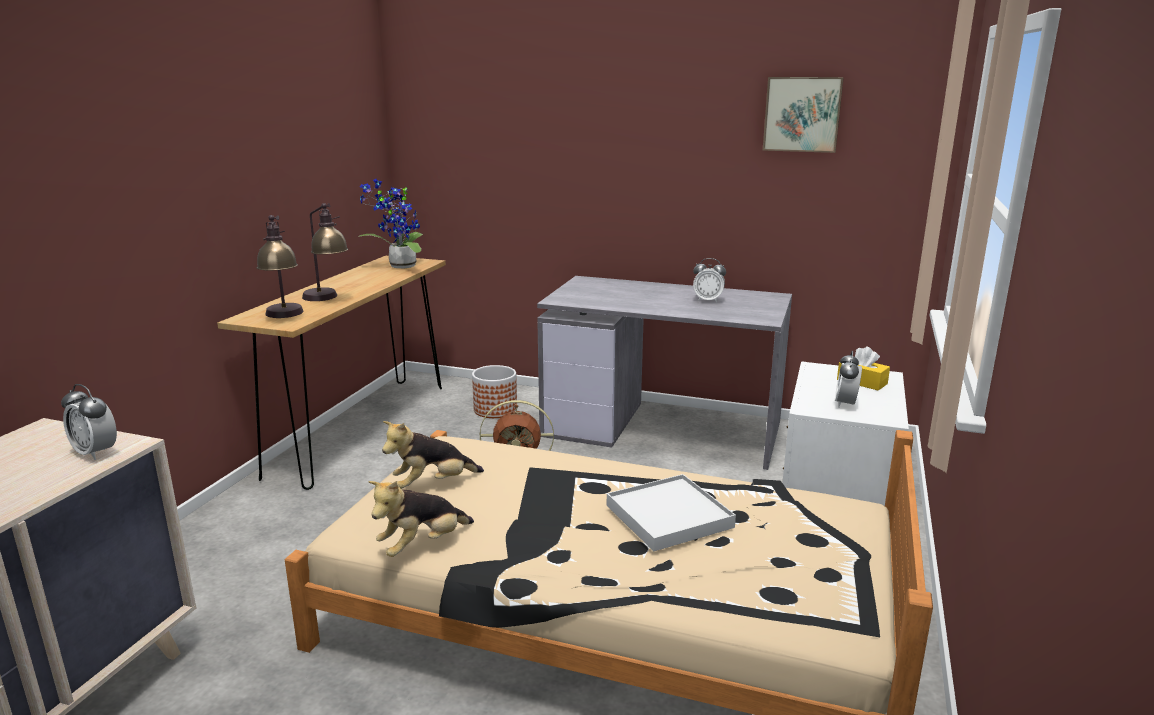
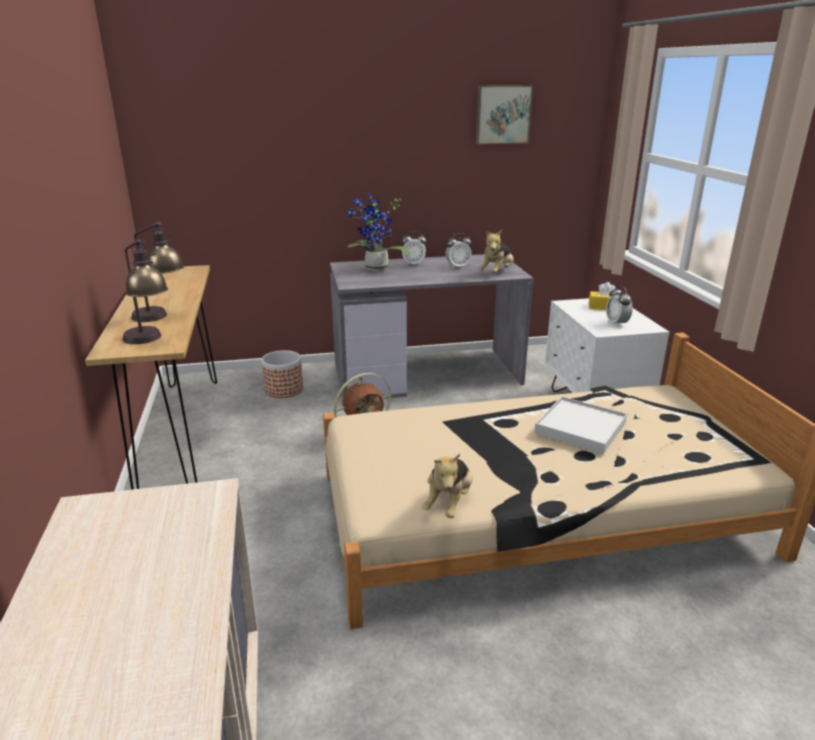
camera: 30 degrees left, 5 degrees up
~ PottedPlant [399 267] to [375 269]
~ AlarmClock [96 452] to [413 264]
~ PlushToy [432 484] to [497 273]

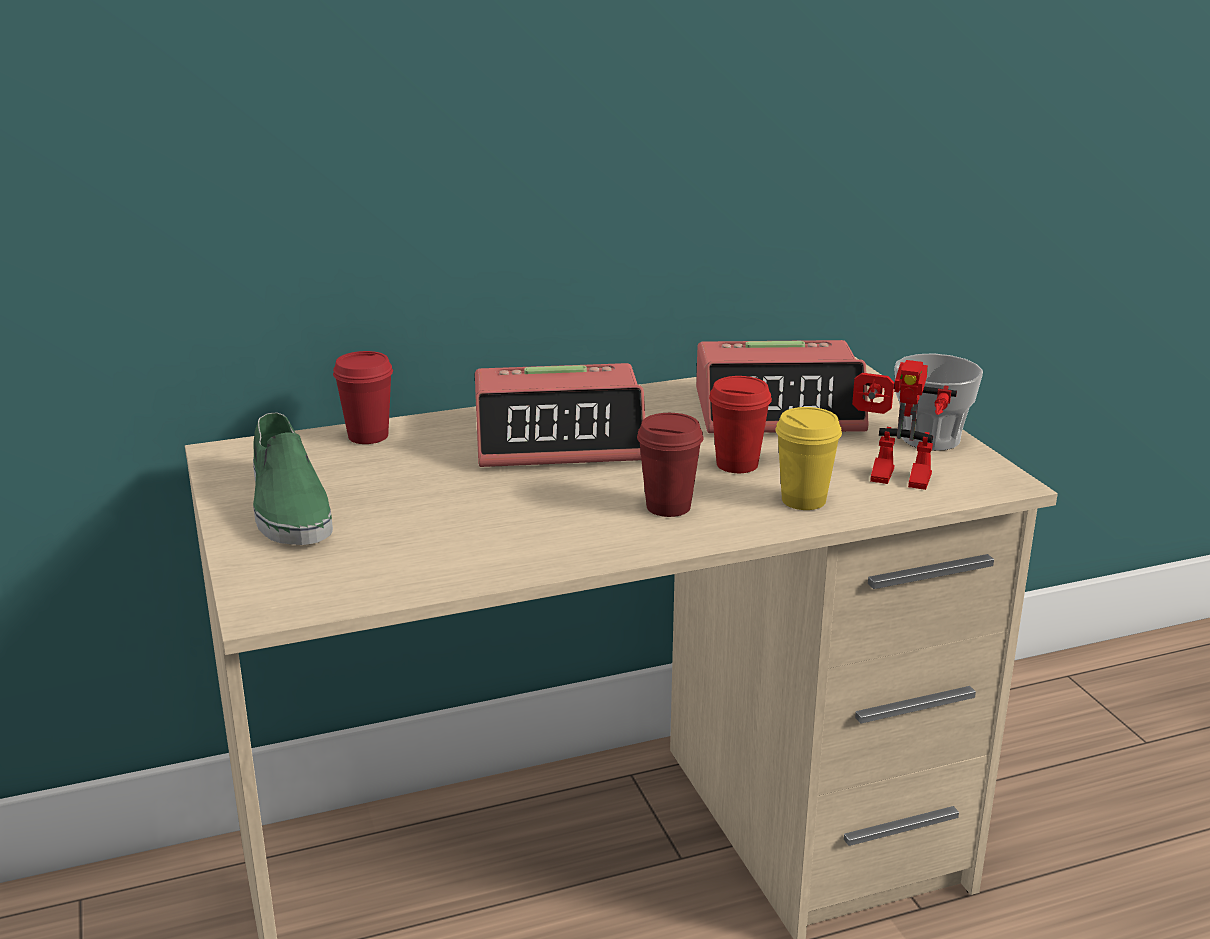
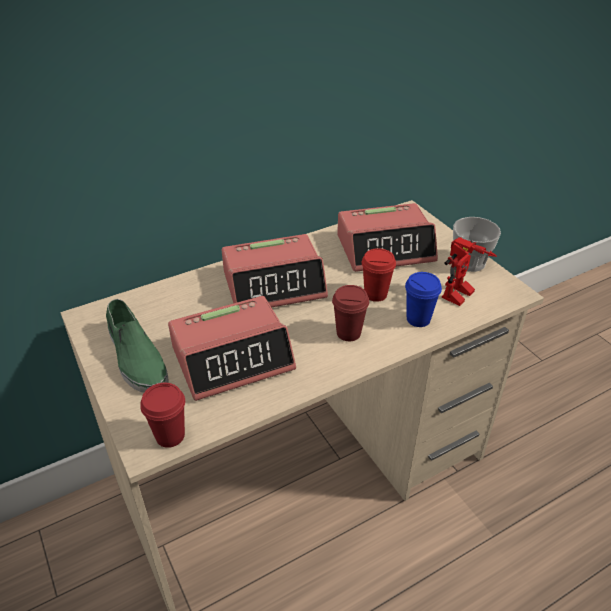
camera: 10 degrees left, 15 degrees up
~ RedCup [368 436] to [170 436]
+ AlarmClock [233 357]
~ YellowCup [803 500] to BlueCup [418 319]
~ ToyRobot [894 480] = [460 297] 60 degrees counterclockwise

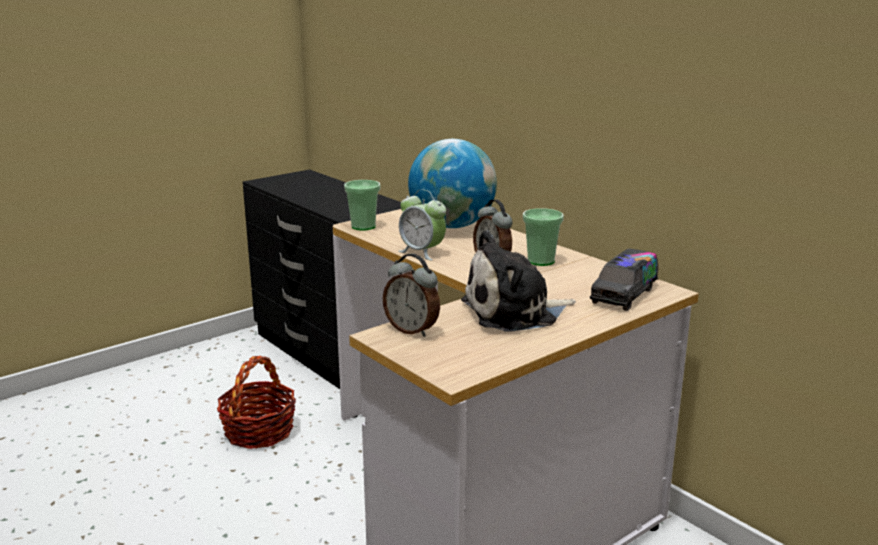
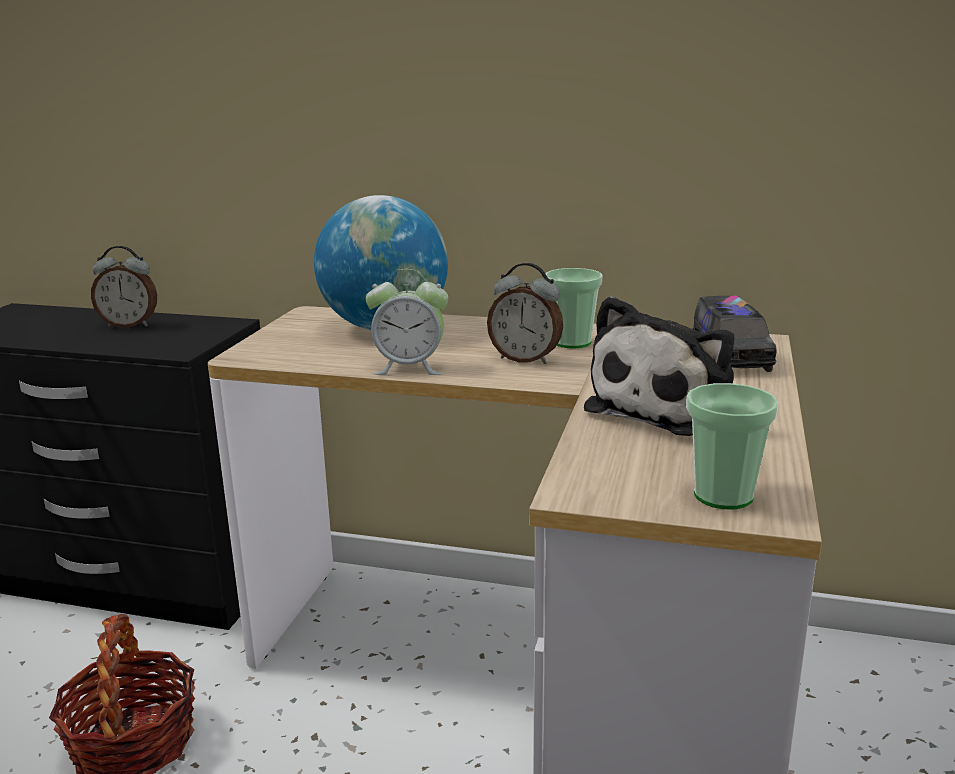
camera: 35 degrees left, 0 degrees up
~ AlarmClock [412 330] to [129 325]
~ Cup [363 226] to [723 495]

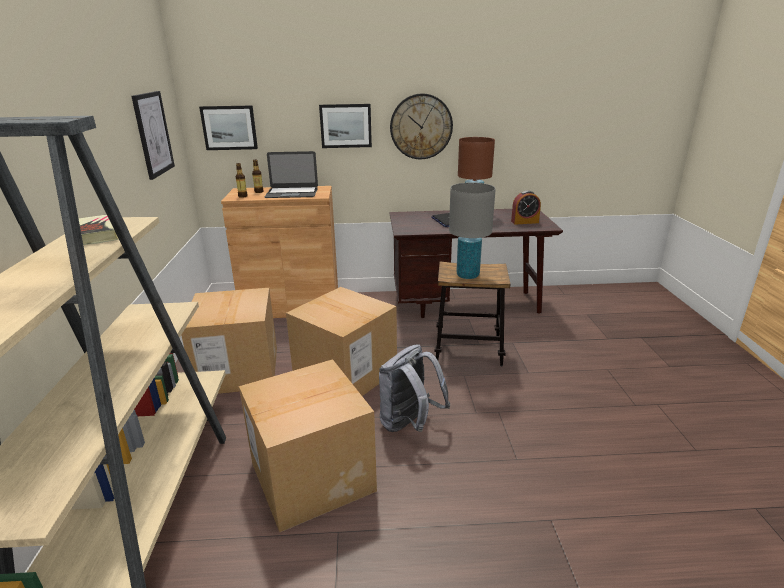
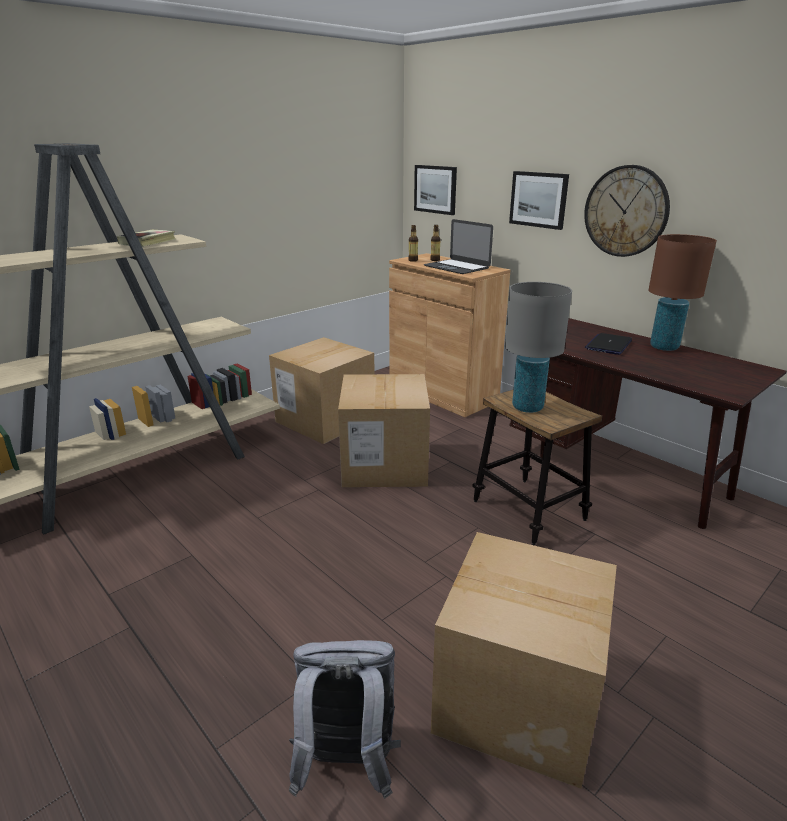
camera: 50 degrees right, 0 degrees up
~ GreyBackpack [409 424] to [346 764]
~ CardboardBox [312 476] to [517 698]
- Picture [153 134]
- AlarmClock [524 222]

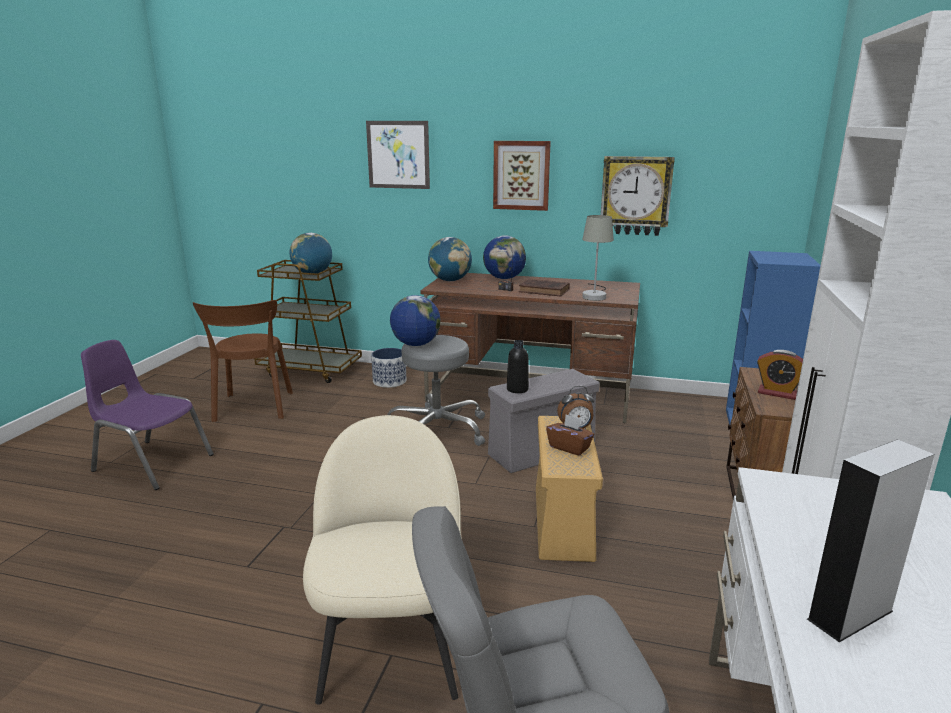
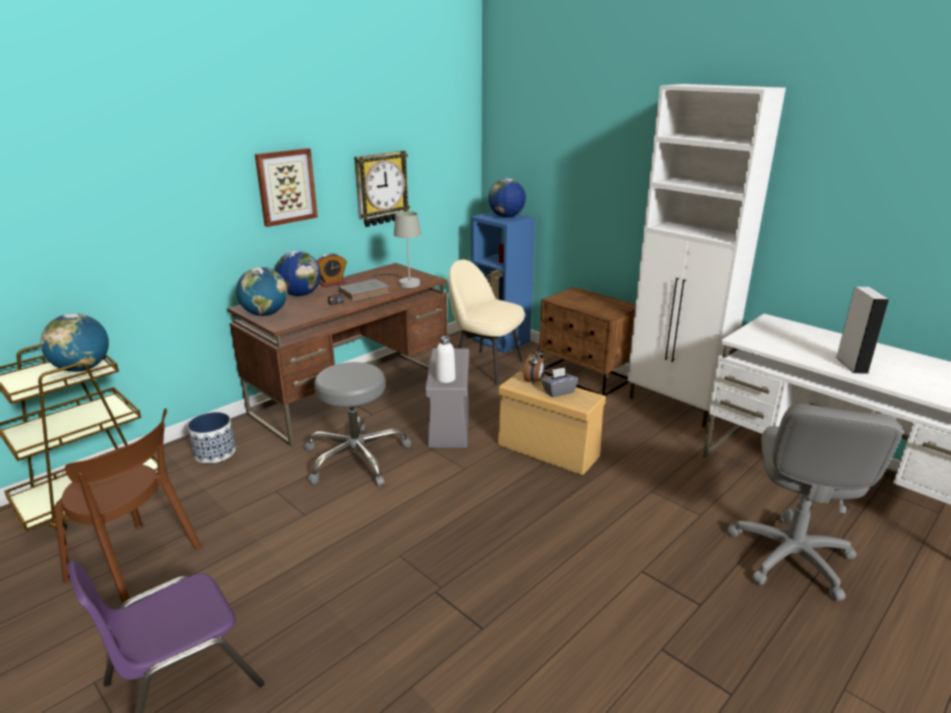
camera: 60 degrees left, 5 degrees up
~ AlarmClock [777 393] to [332 283]
~ BrownBook [545 291] to GreyBook [365 292]
~ BlackBottle [517 389] to WhiteBottle [445 379]
~ BeigeChair [392 652] to [486 366]
~ Globe [416 344] to [506 217]
~ BrownTissueBox [569 447] to GreyTissueBox [558 391]
- Picture [398 154]

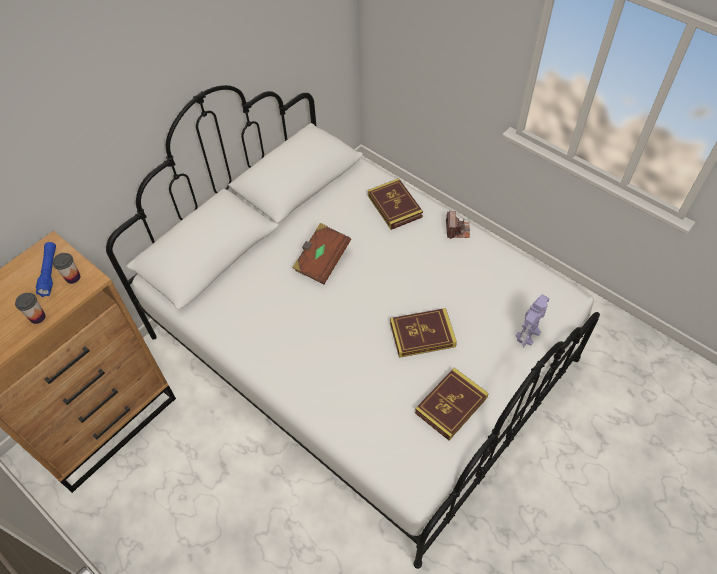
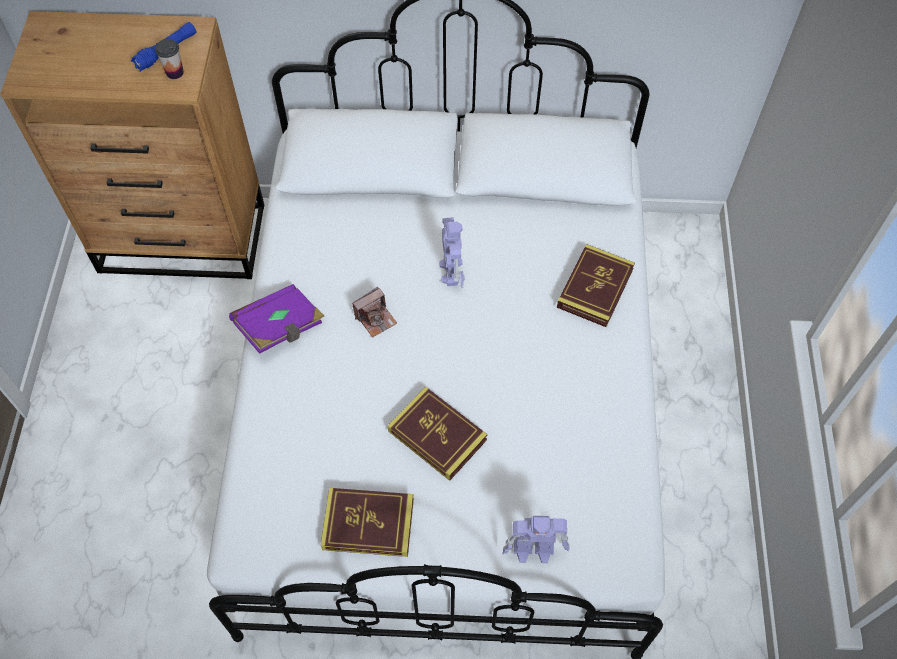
camera: 50 degrees right, 5 degrees up
+ PurpleBook [280 327]
~ PhotoCamera [457 230] to [375 318]
~ BrownBook [321 260] to ToyRobot [451 270]
- Cup [37 317]

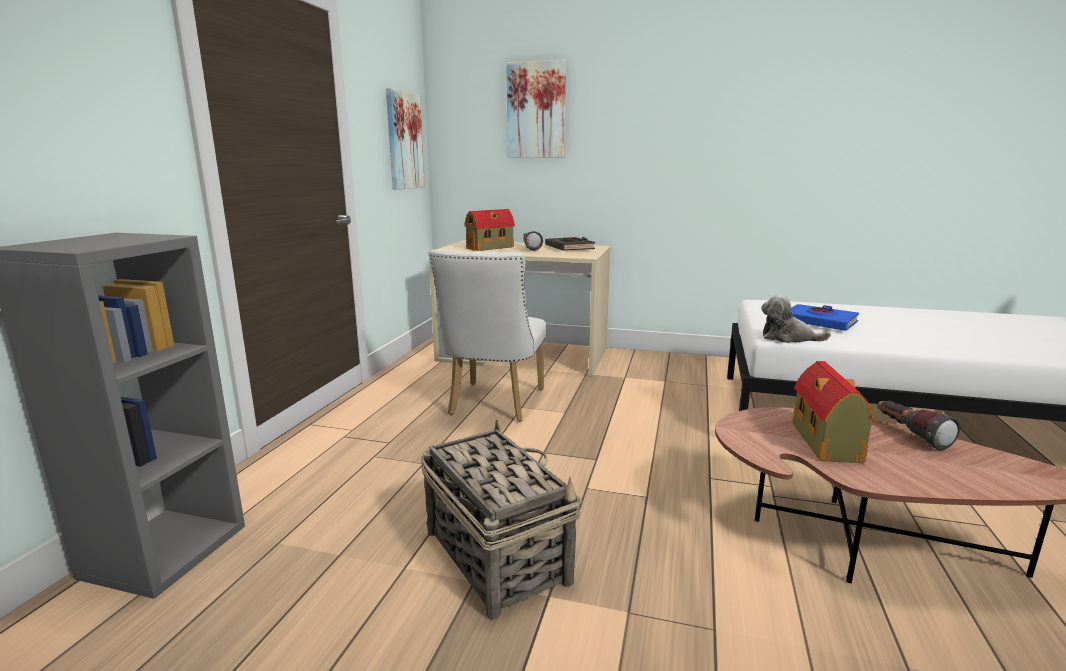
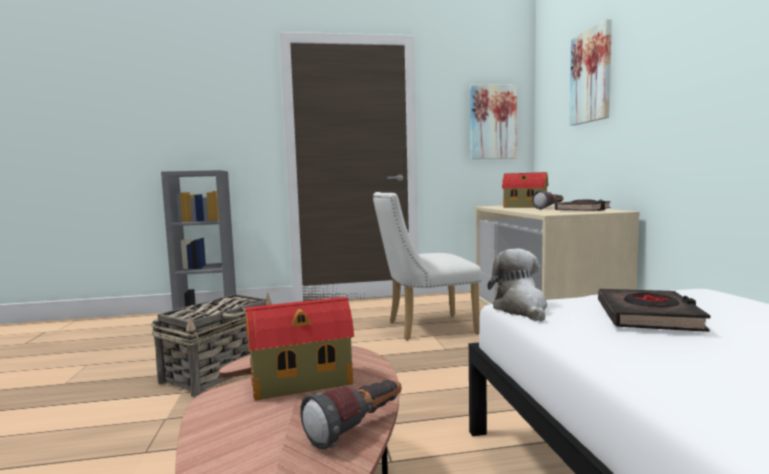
camera: 65 degrees right, 10 degrees down
~ BlueBook [819 322] to BlackBook [648 317]

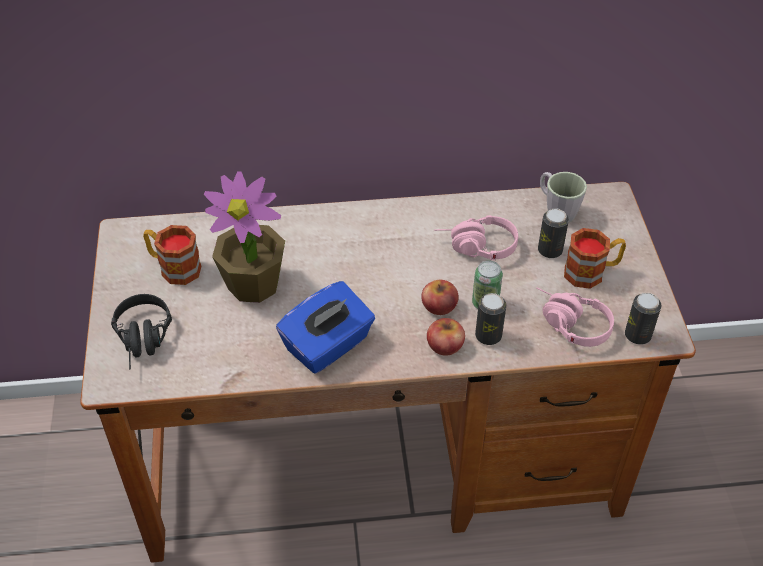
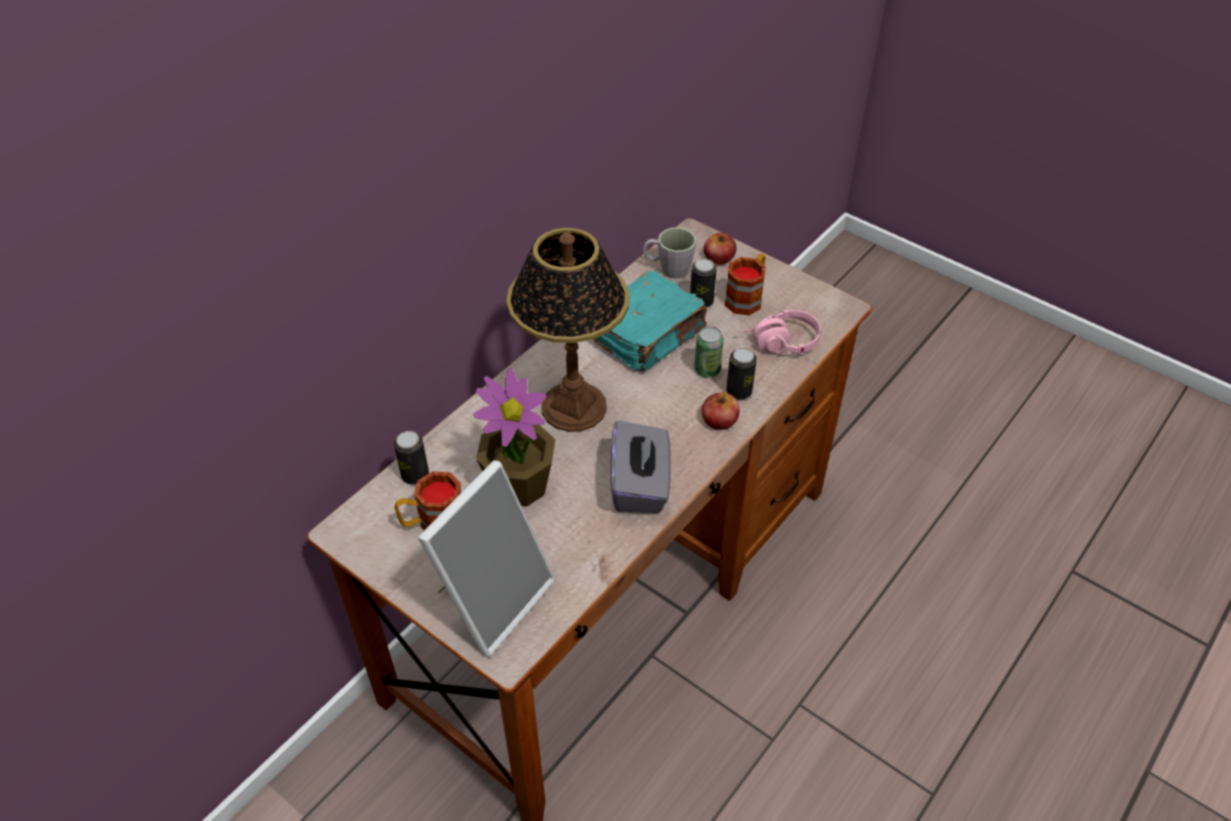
camera: 45 degrees left, 0 degrees up
~ Can [637 335] to [415 475]
~ BlackHeadphones [144 341] to PictureFrame [492 598]
+ TableLamp [573 407]
~ PinkHeadphones [475 247] to TurquoiseBook [648 335]
~ BlueTissueBox [328 346] to GreyTissueBox [640 485]
~ Apple [439 305] to [719 257]

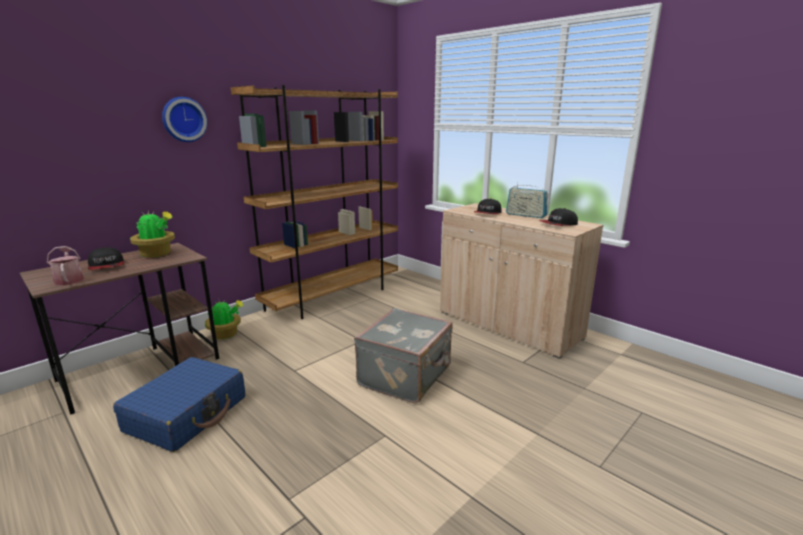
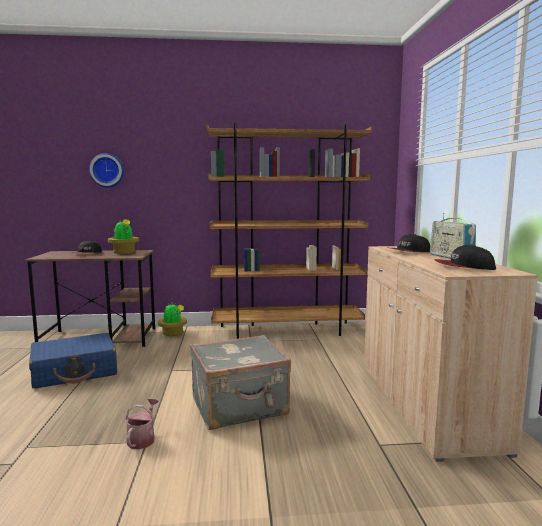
camera: 40 degrees right, 10 degrees down
~ WallClock [183 119] to [107 170]
~ WateringCan [69 279] to [143 439]

